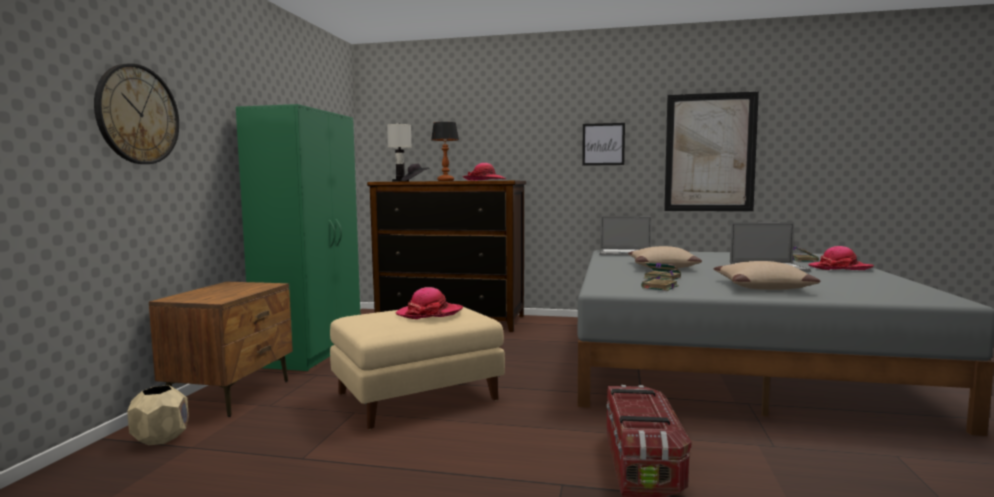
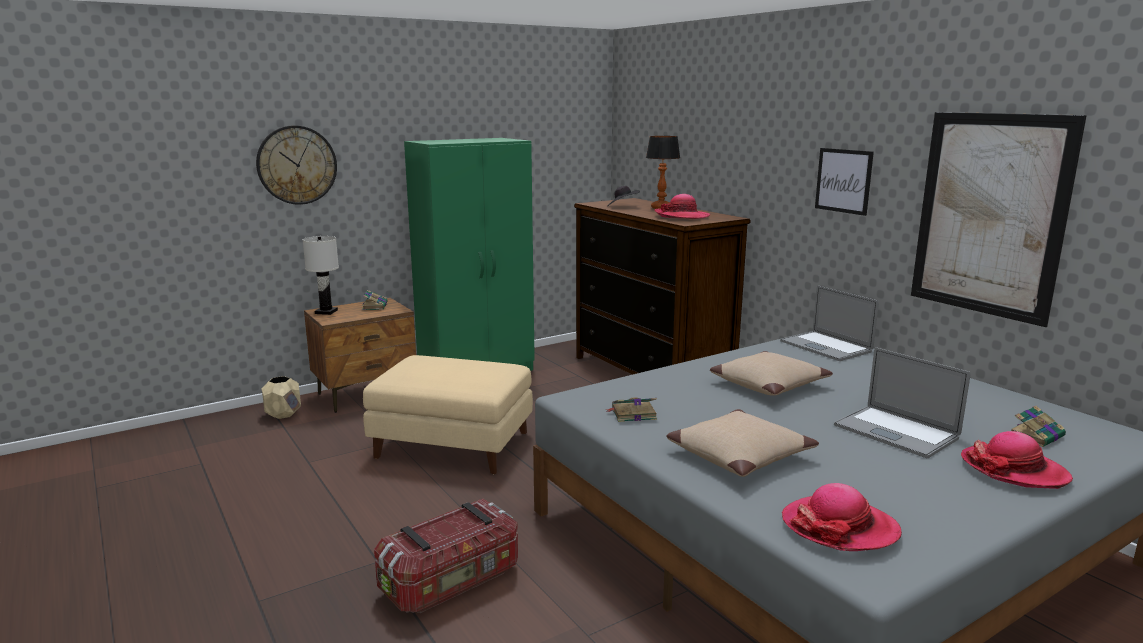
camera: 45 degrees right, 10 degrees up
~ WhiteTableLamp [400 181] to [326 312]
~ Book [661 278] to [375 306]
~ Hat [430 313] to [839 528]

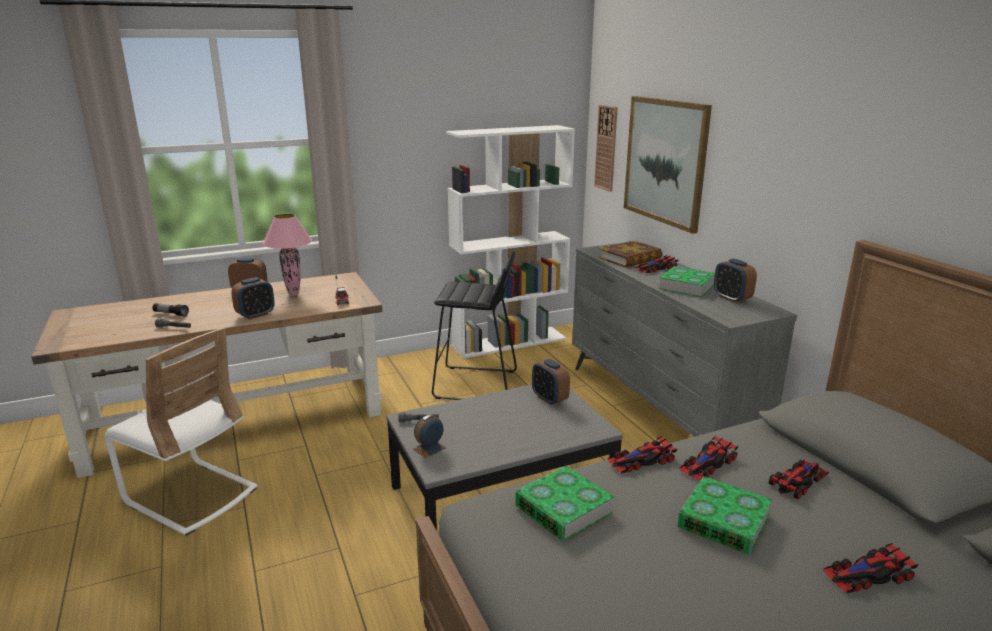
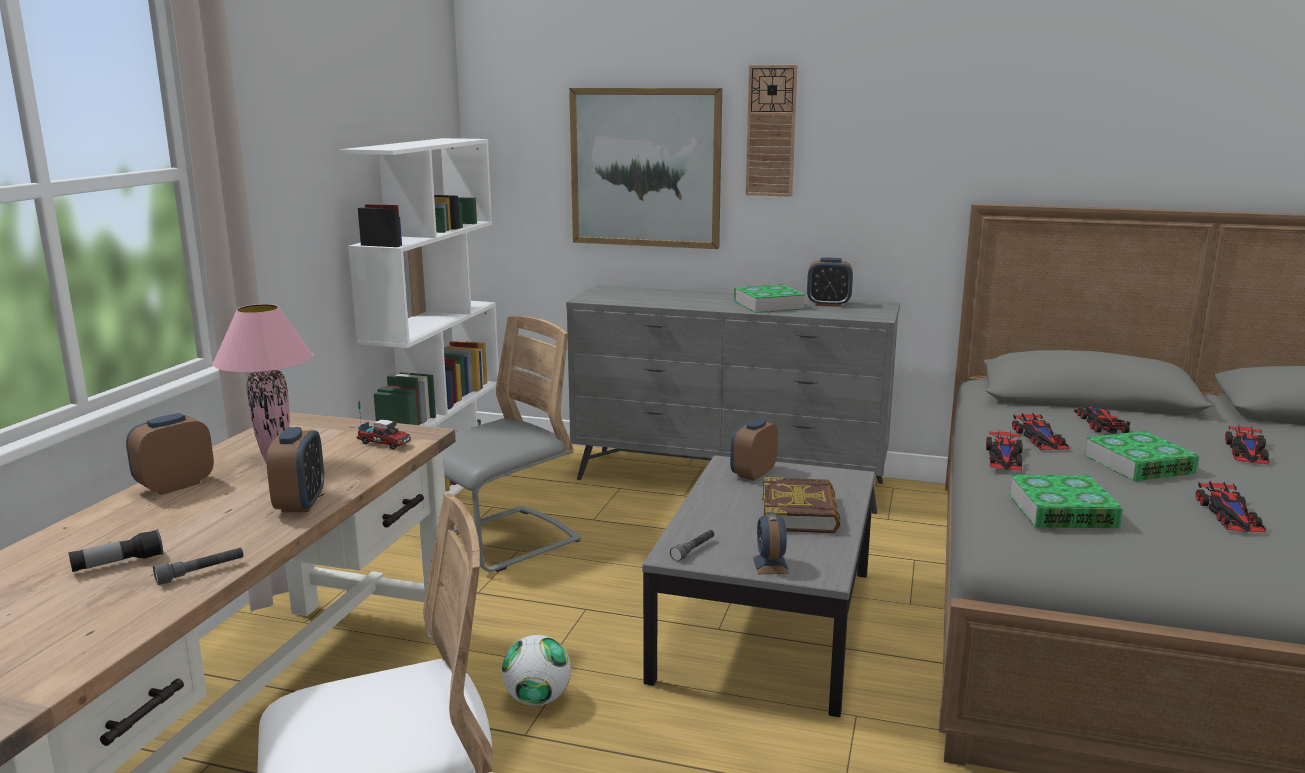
camera: 50 degrees left, 5 degrees down
~ BlackStool [476 385] to GreyChair [503 541]
+ Football [537 699]
~ AlarmClock [549 399] = [753 474] 120 degrees clockwise
~ WallClock [606 148] to [771 131]
~ Book [630 259] to [800 513]
~ ToyCar [655 268] to [1229 515]

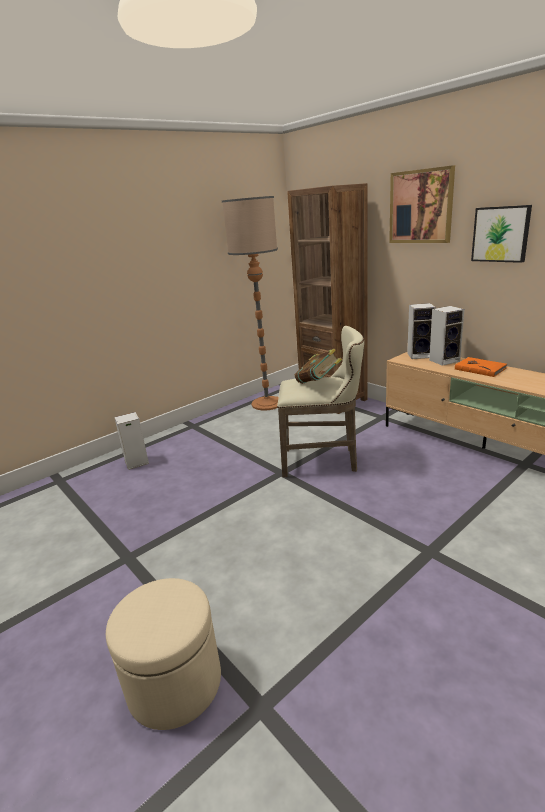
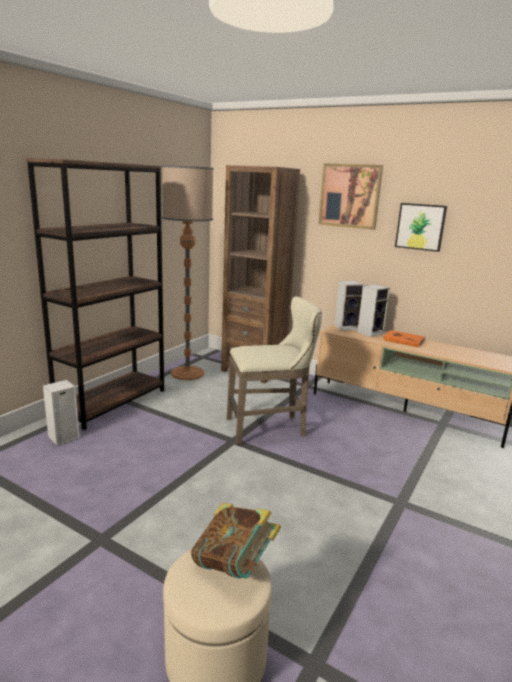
camera: 20 degrees left, 5 degrees down
+ BrownBookcase [112 402]
~ Book [318 383] to [234 565]

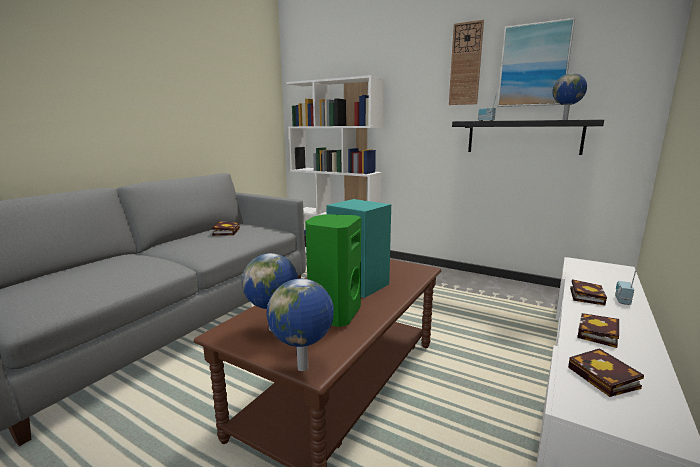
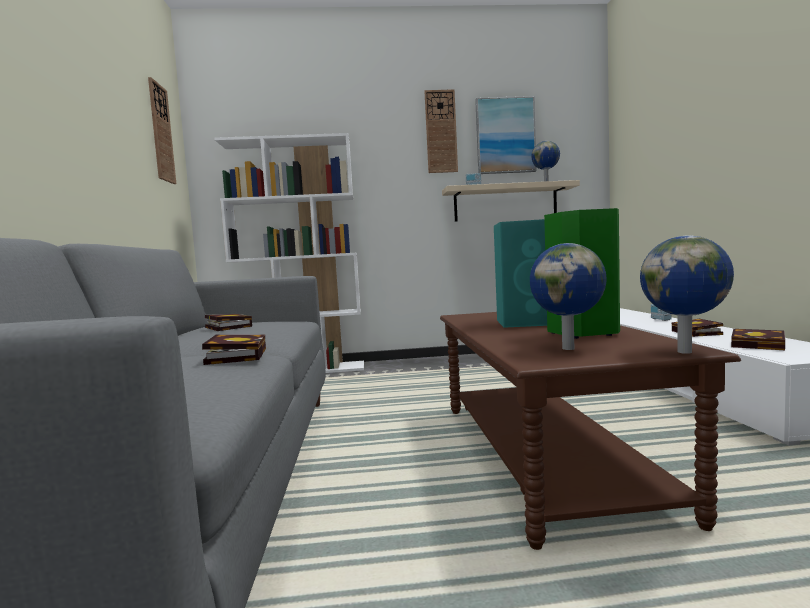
camera: 35 degrees left, 10 degrees down
+ WallClock [161 133]
~ Book [585 295] to [236 355]
~ BlackShelf [523 137] to BeigeShelf [505 203]

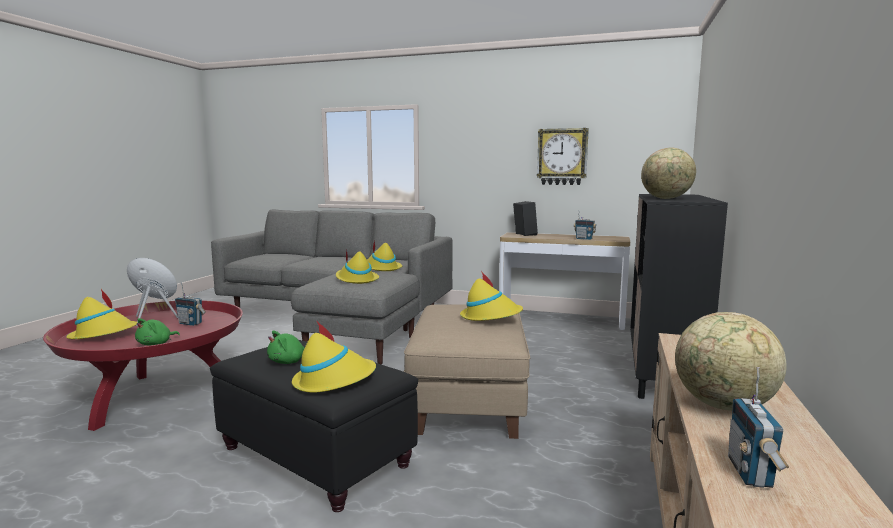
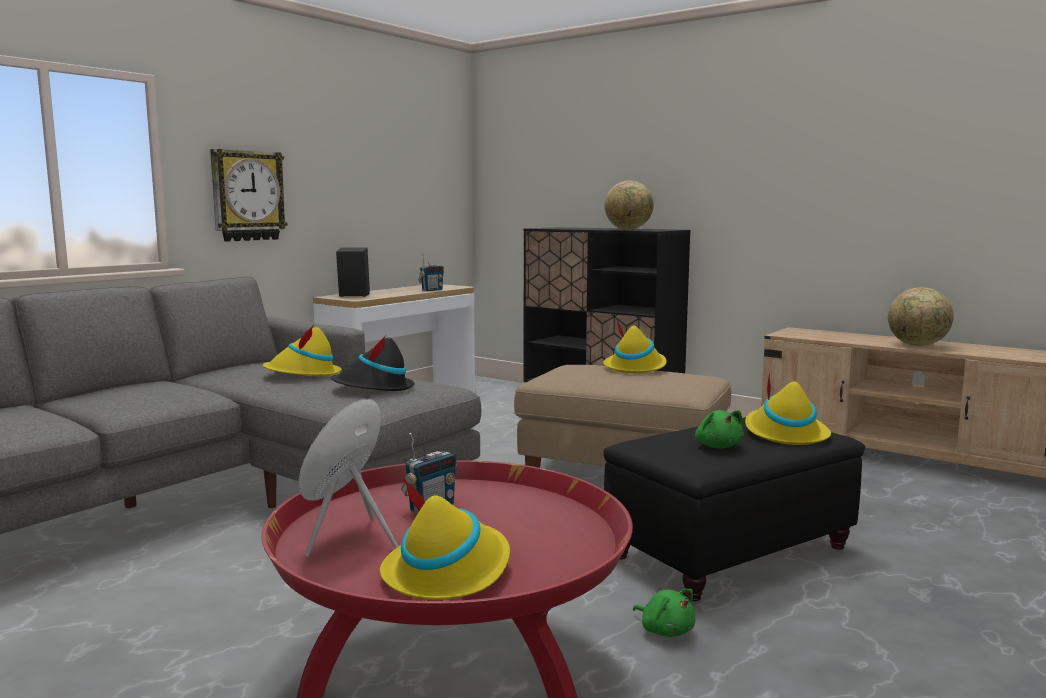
camera: 70 degrees left, 0 degrees up
~ WallClock [562 157] to [247 196]
~ YellowHat [356 279] to BlackHat [374 388]
~ GreenPlushToy [156 344] to [665 630]
- Radio [751 473]

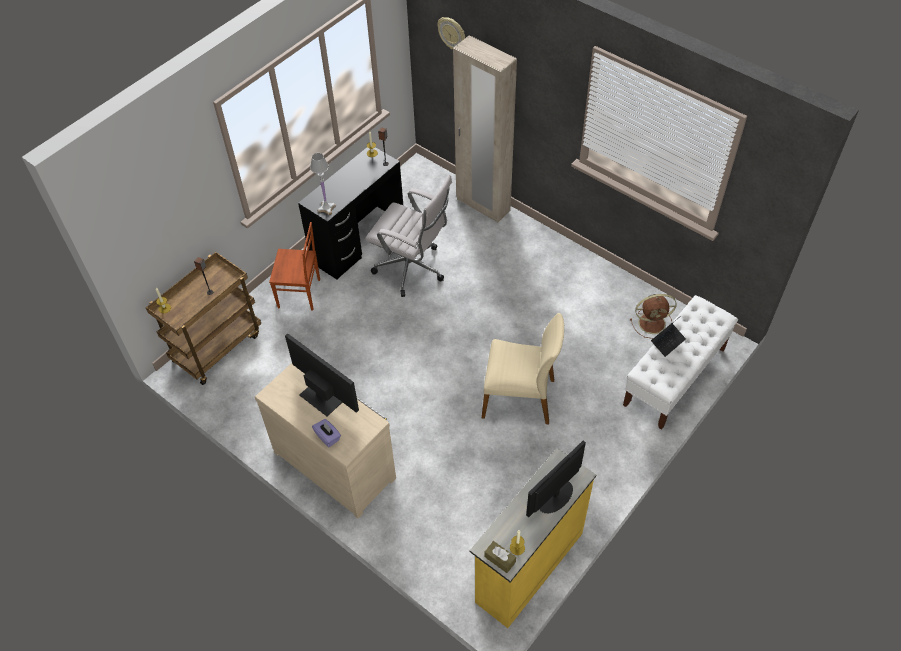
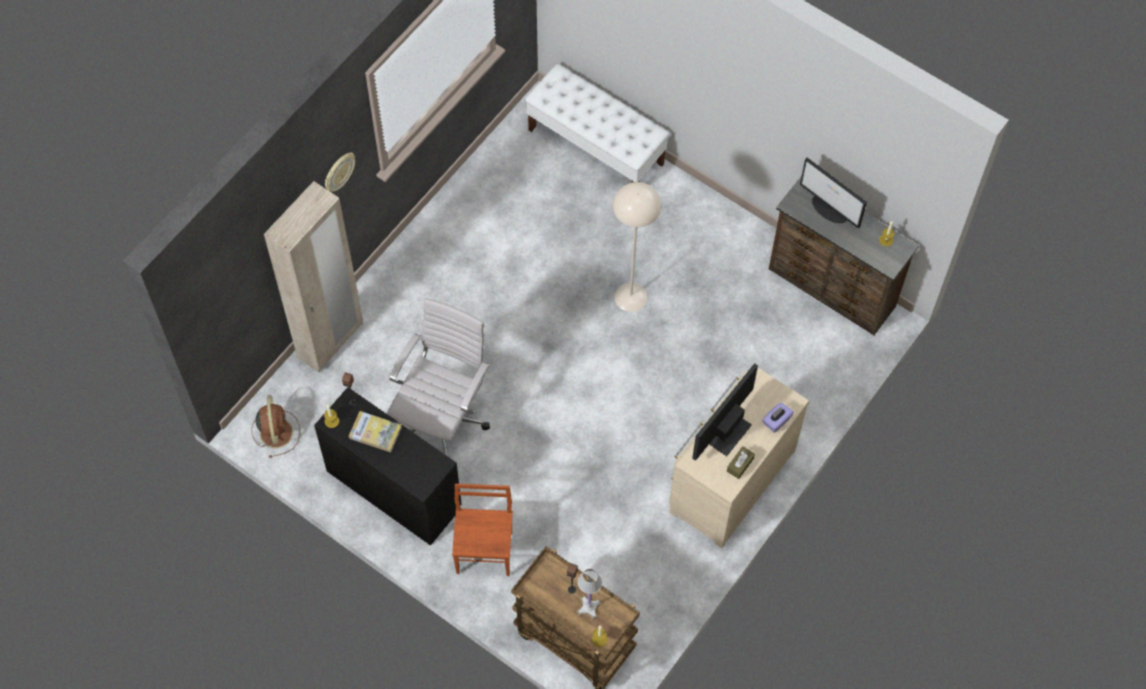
camera: 95 degrees left, 10 degrees up
~ BrownFan [653 323] to [276 431]
~ WallClock [452 33] to [338 172]
+ Book [375 432]
~ WhiteTableLamp [326 208] to [588 608]
~ BeigeChair [519 397] to BeigeFloorLamp [631 297]
~ BrownTissueBox [500 559] to [740 465]
~ YellowDresser [527 566] to BrownDresser [831 289]
- Laptop [667 342]

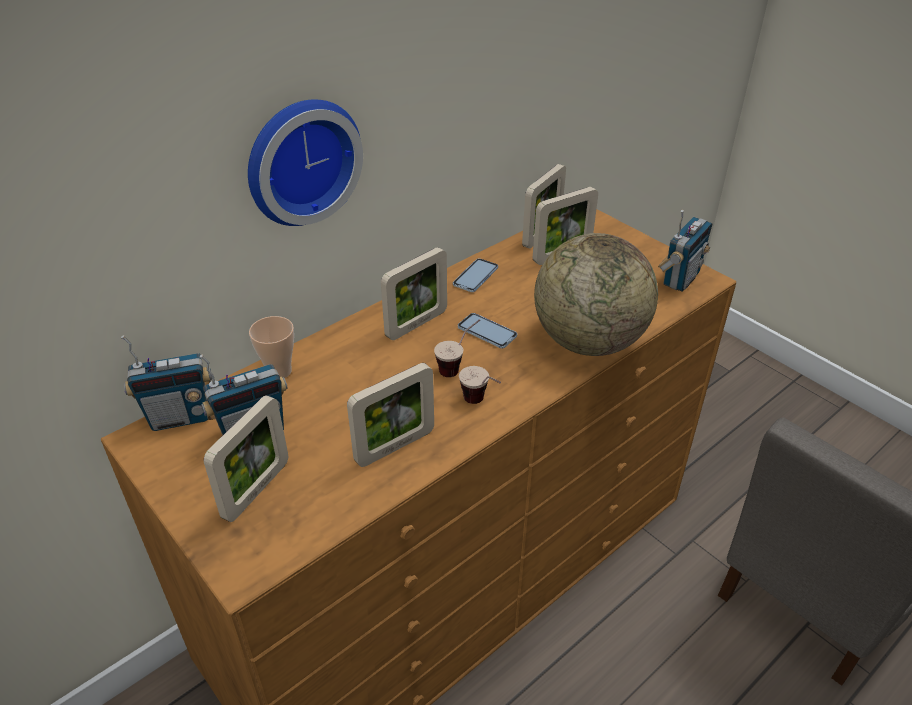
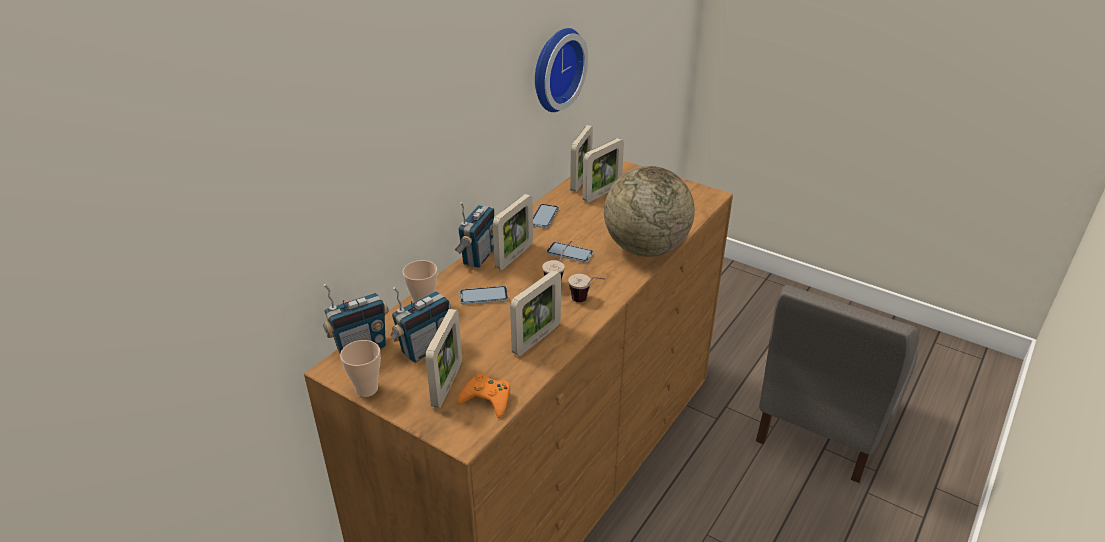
camera: 15 degrees left, 5 degrees down
+ Cup [366 389]
~ Radio [680 278] to [478 257]
+ OrangeGameController [487 399]
+ Phone [484 296]
~ WallClock [300 160] to [554 69]

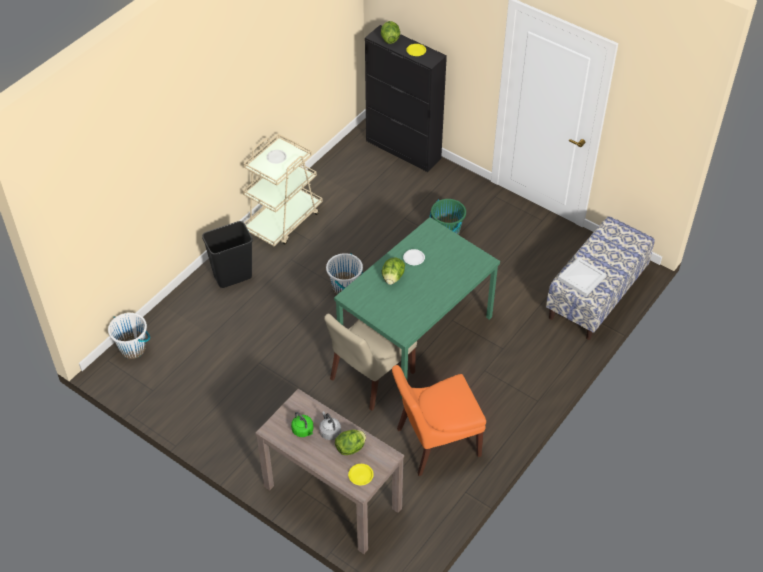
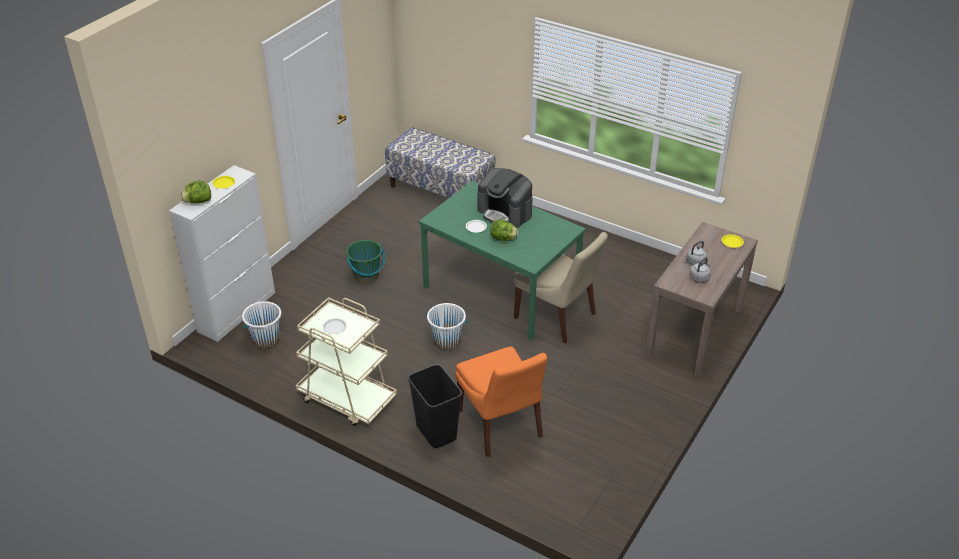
camera: 95 degrees left, 10 degrees down
~ BlackCabinet [403 150] to WhiteCabinet [237 311]
~ WhiteBucket [133 348] to [266 340]
~ OrangeChair [435 443] to [501 426]
+ CoffeeMachine [505 212]
~ GreenKettle [303 431] to GreyKettle [700 277]
- Lettuce [351 448]
- WhiteTray [581 277]

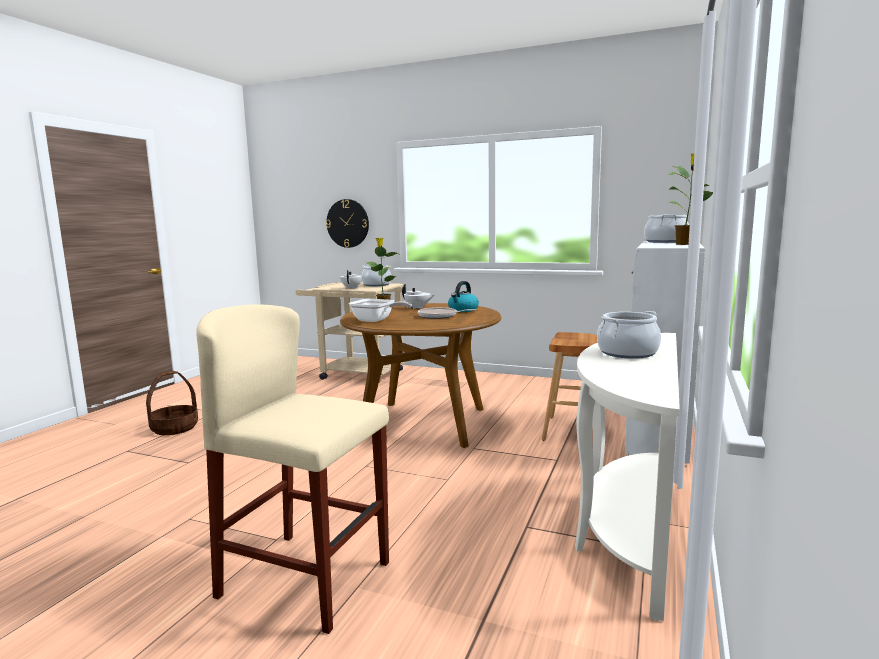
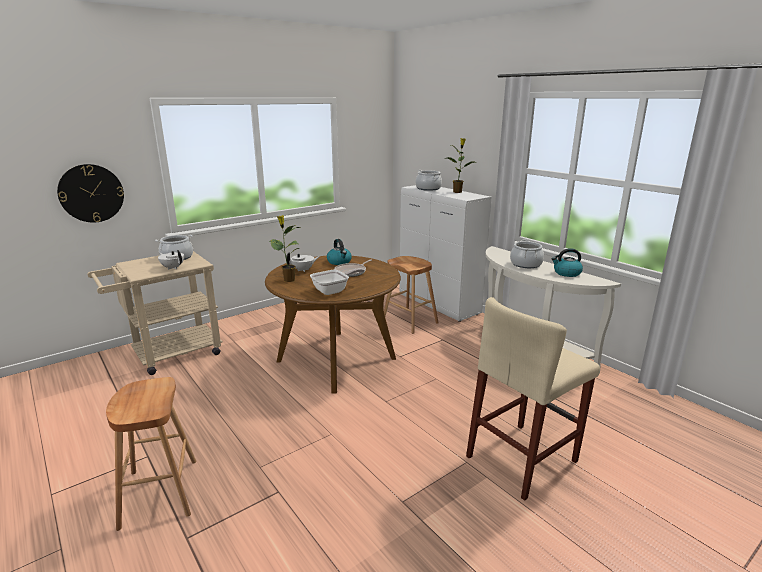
camera: 60 degrees left, 10 degrees up
~ Basket [174 428] to BrownStool [159 493]
+ Kettle [566 273]

